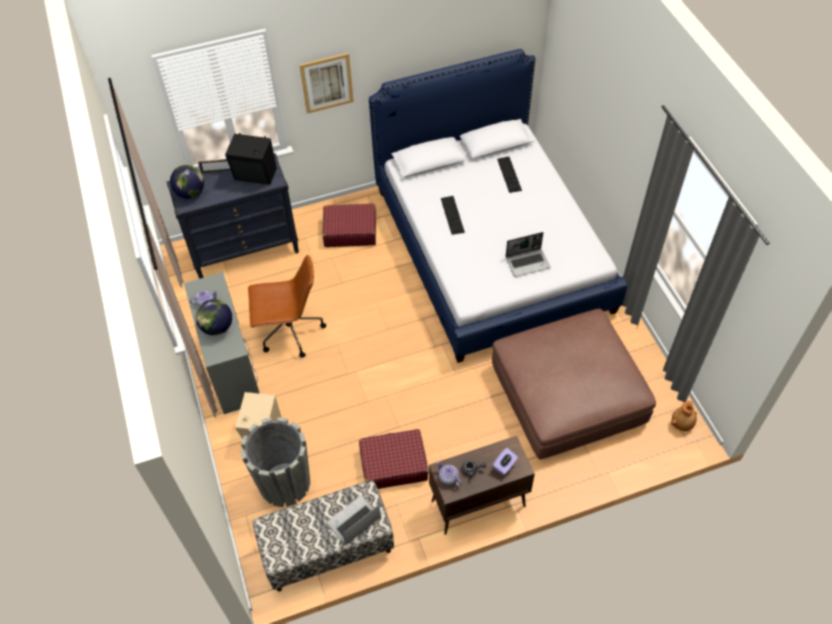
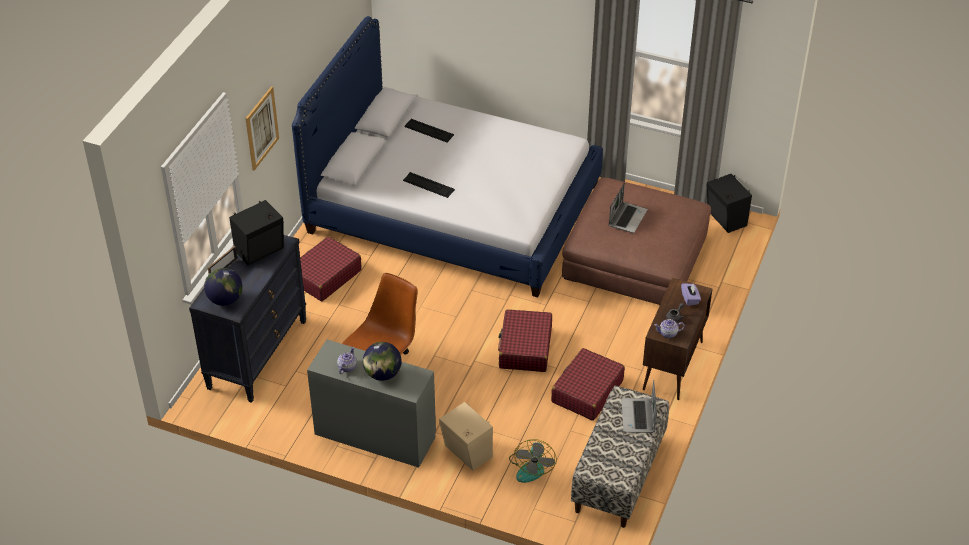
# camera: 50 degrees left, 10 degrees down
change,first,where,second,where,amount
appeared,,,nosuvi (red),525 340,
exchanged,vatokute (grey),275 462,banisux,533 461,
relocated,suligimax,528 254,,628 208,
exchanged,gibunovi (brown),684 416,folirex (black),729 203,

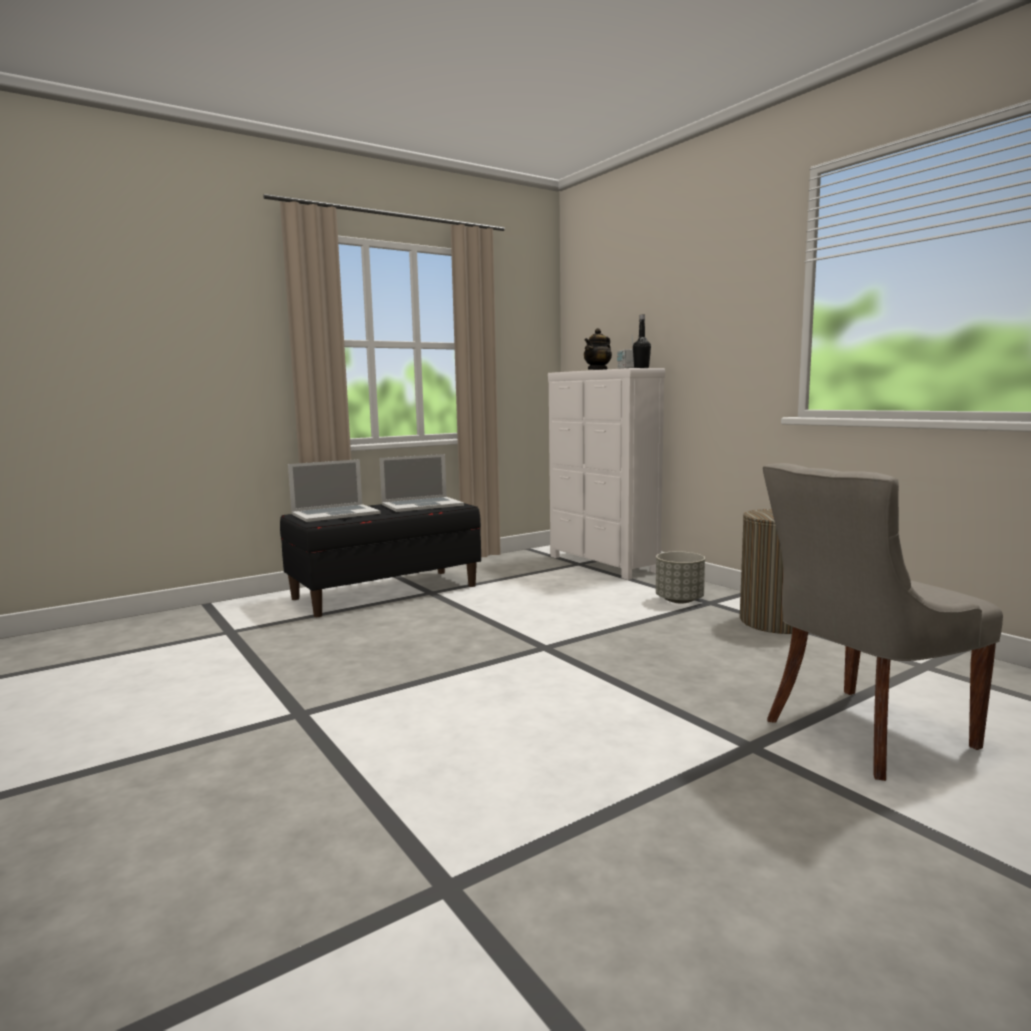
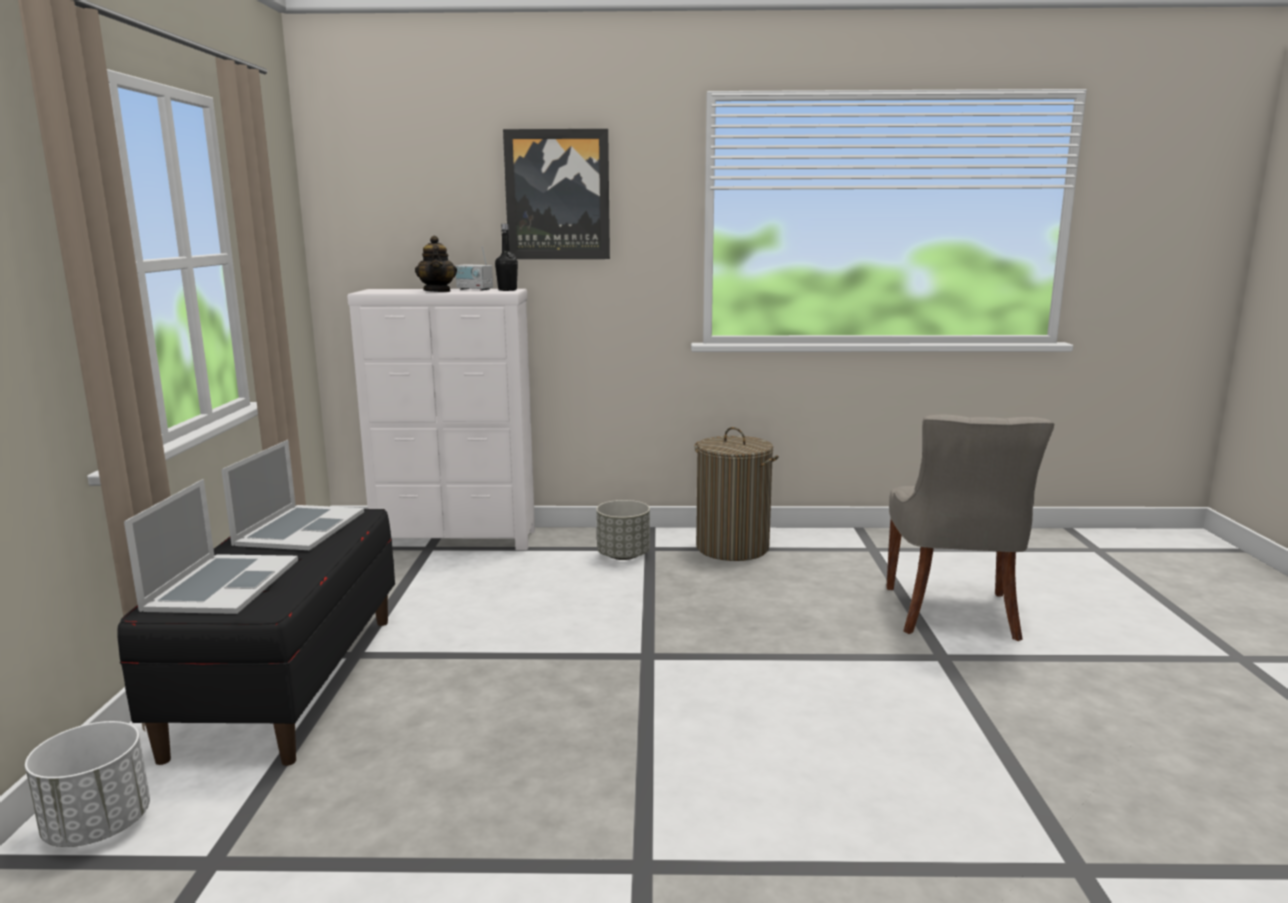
# camera: 55 degrees left, 5 degrees up
change,first,where,second,where,amount
appeared,,,vatokute (white),87 784,
appeared,,,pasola,556 194,

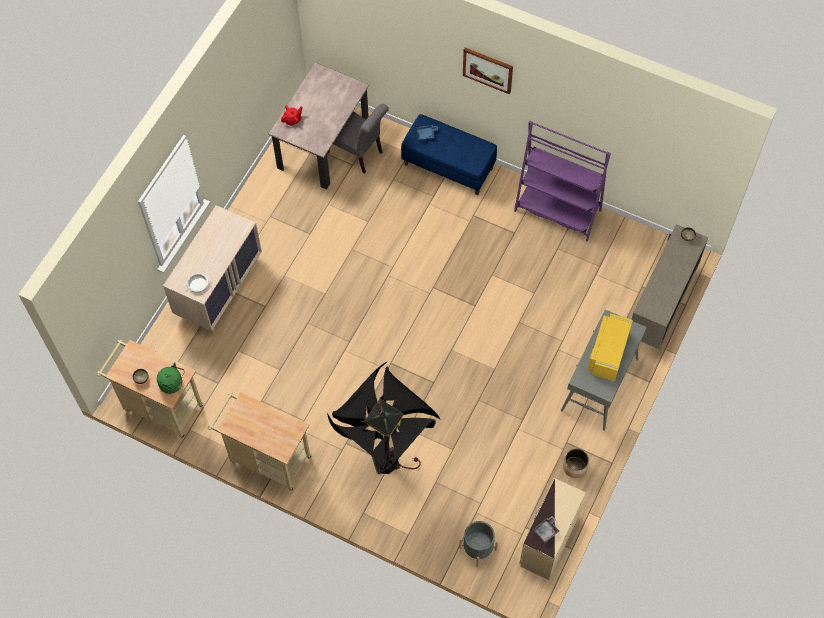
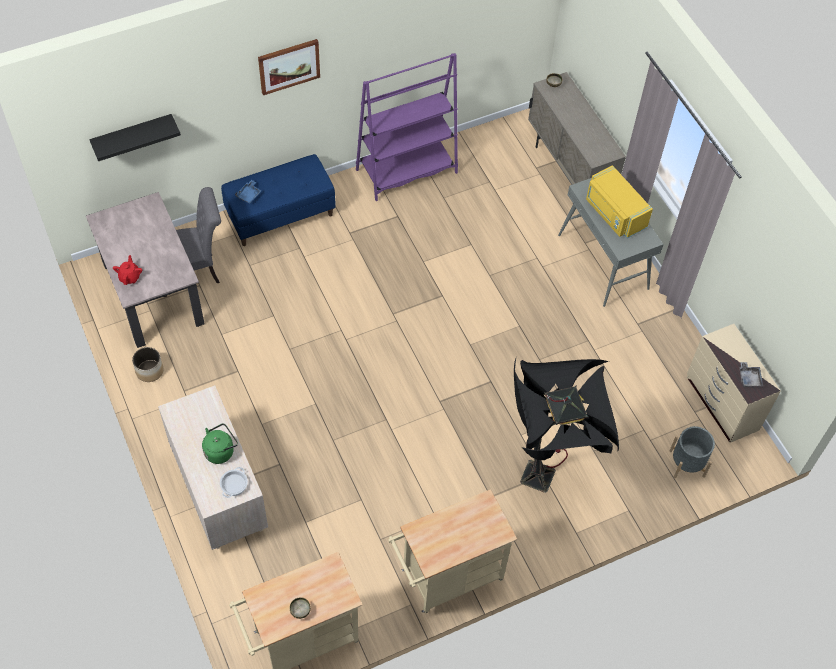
# camera: 55 degrees left, 5 degrees down
change,first,where,second,where,amount
appeared,,,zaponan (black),135 137,
relocated,vatokute,576 463,,147 364,
relocated,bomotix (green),171 378,,220 443,

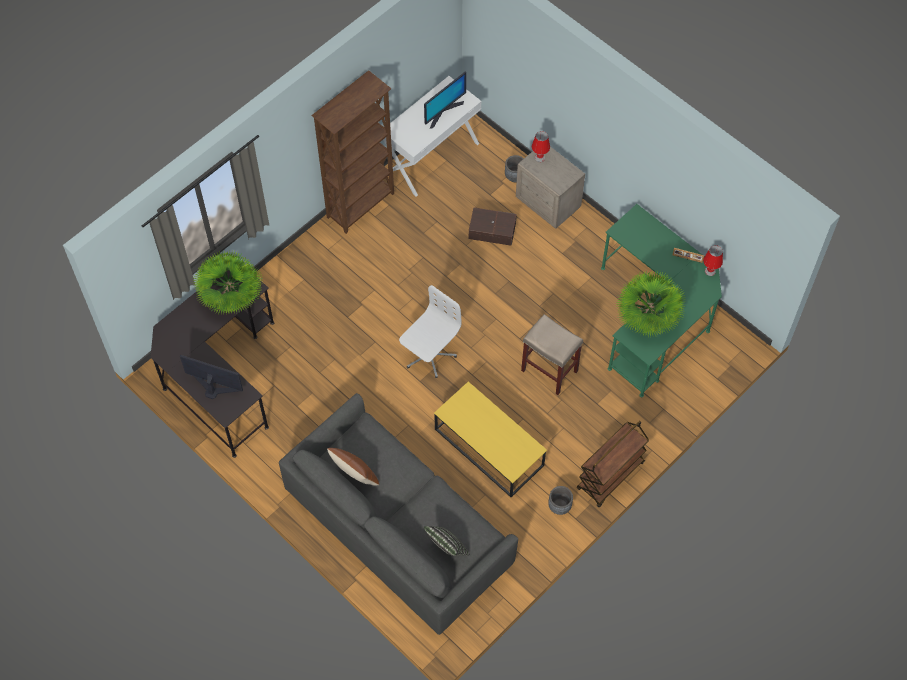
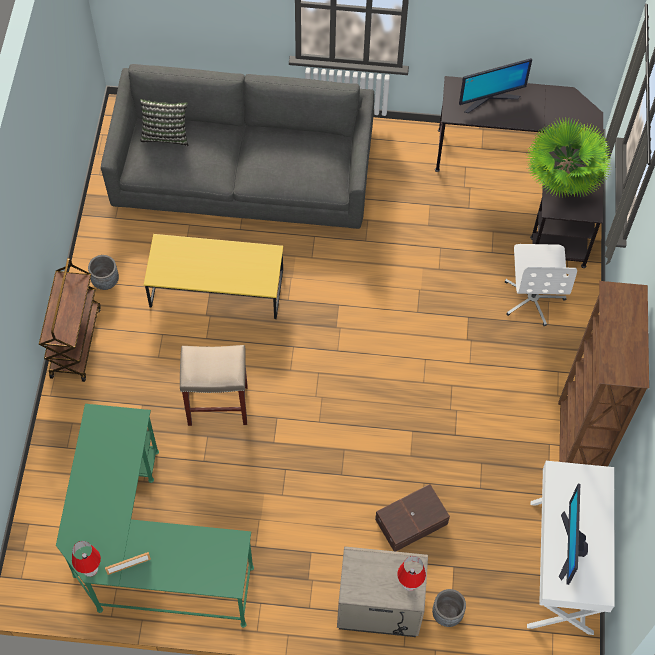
# camera: 140 degrees right, 0 degrees up
change,first,where,second,where,amount
relocated,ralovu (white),430 331,,541 285,
missing,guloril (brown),353 466,,,
missing,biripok,651 304,,,

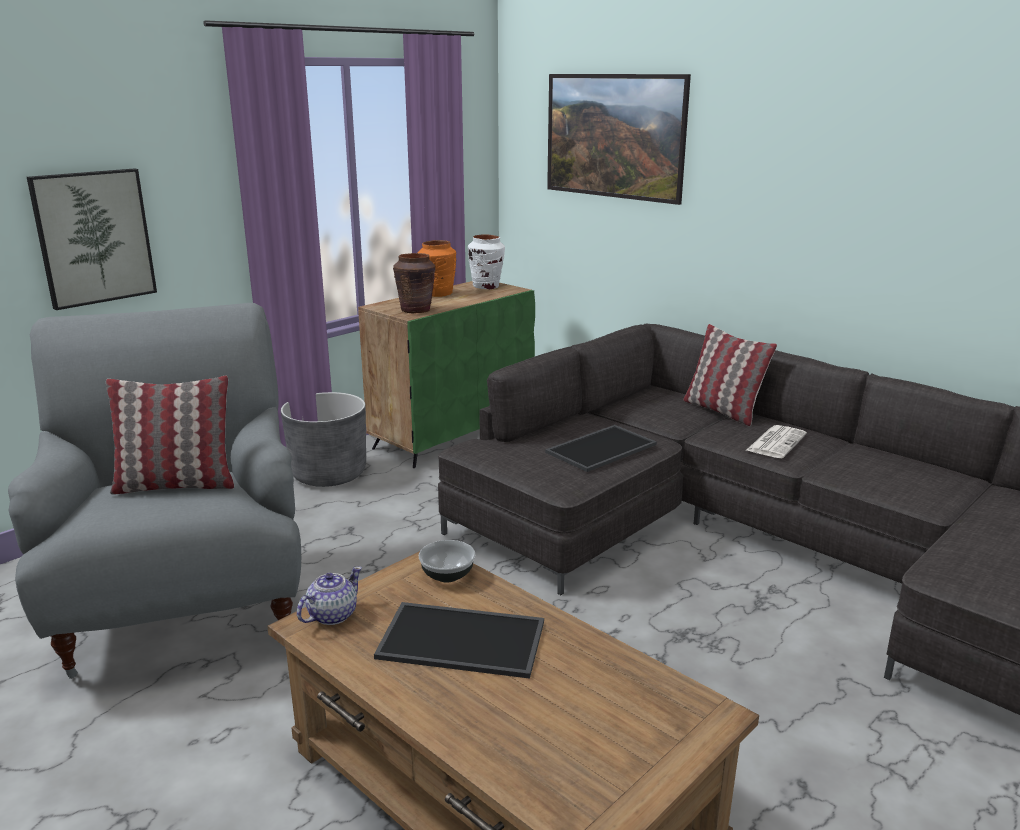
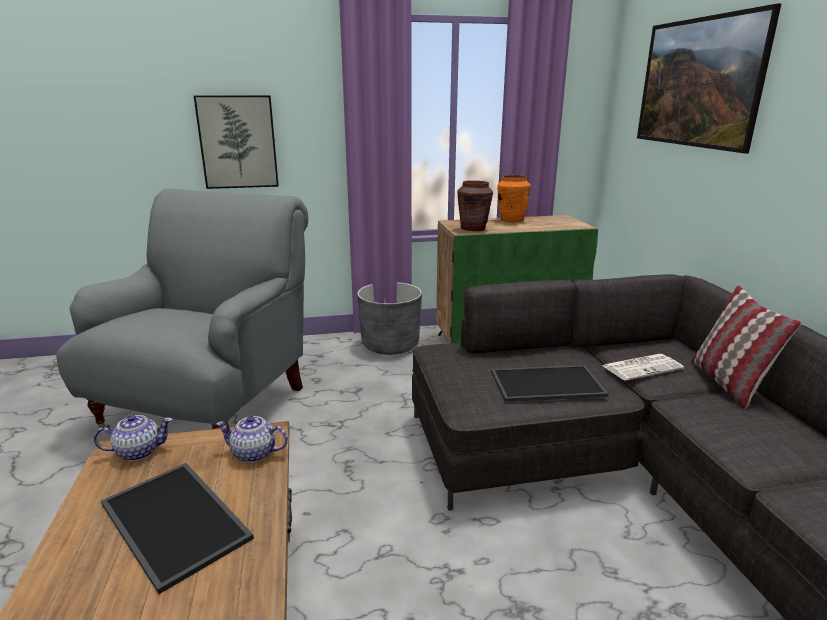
# camera: 35 degrees right, 0 degrees up
change,first,where,second,where,amount
exchanged,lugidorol,447 561,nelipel,252 439,
relocated,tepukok,777 441,,643 367,
missing,guloril,170 435,,,
missing,gibunovi (white),486 261,,,

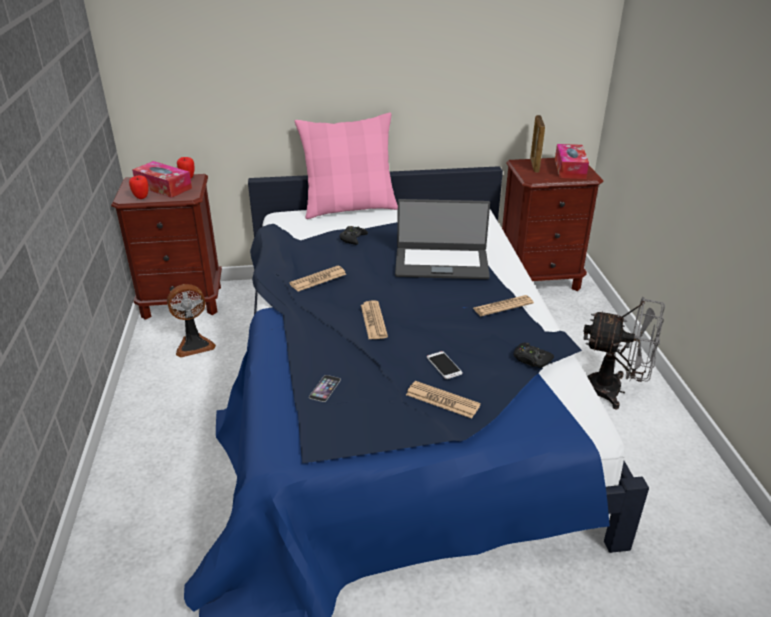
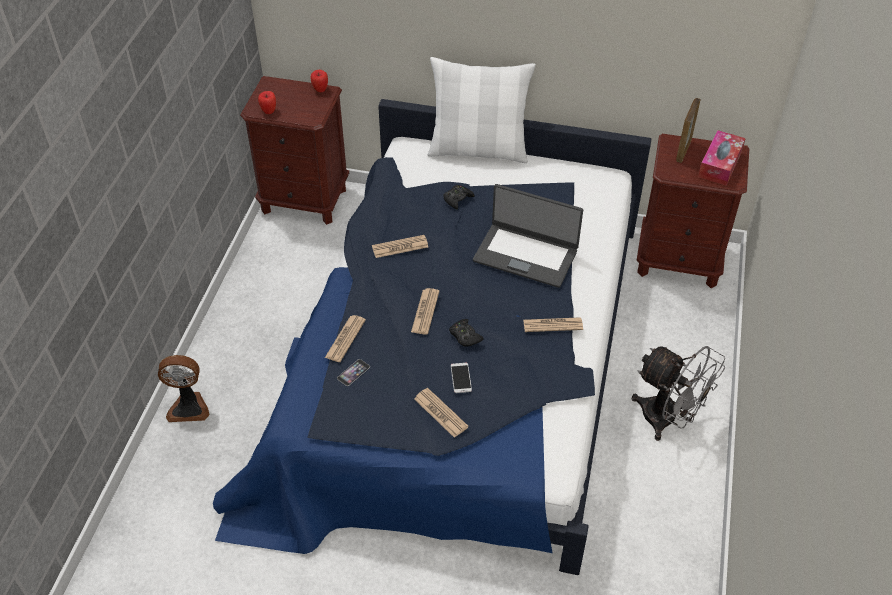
# camera: 20 degrees right, 15 degrees up
change,first,where,second,where,amount
relocated,banisux,191 321,,183 388,
appeared,,,tepukok,345 338,
colour,guloril (pink),346 166,guloril (white),482 110,
relocated,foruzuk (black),533 355,,466 333,
missing,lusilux,162 179,,,

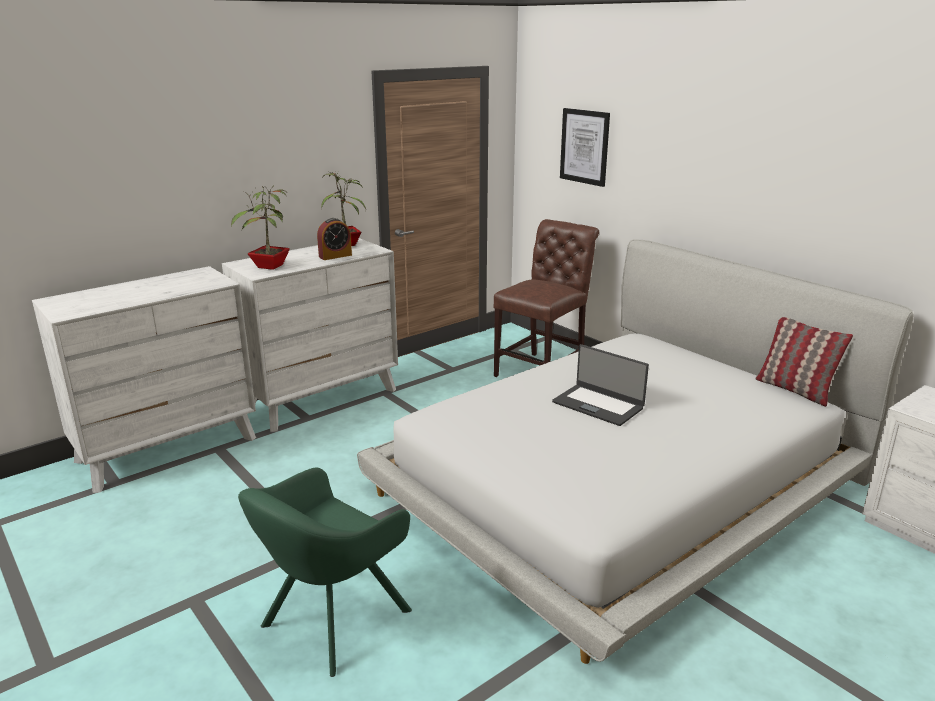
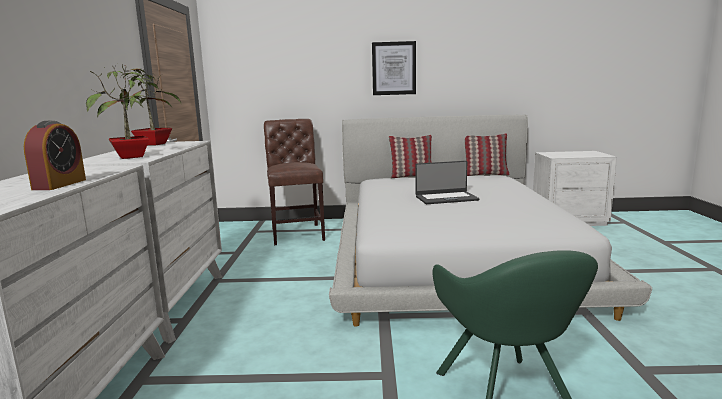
# camera: 50 degrees left, 10 degrees down
change,first,where,second,where,amount
relocated,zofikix,334 239,,55 155,
relocated,pasola,585 147,,394 68,
appeared,,,guloril,410 156,

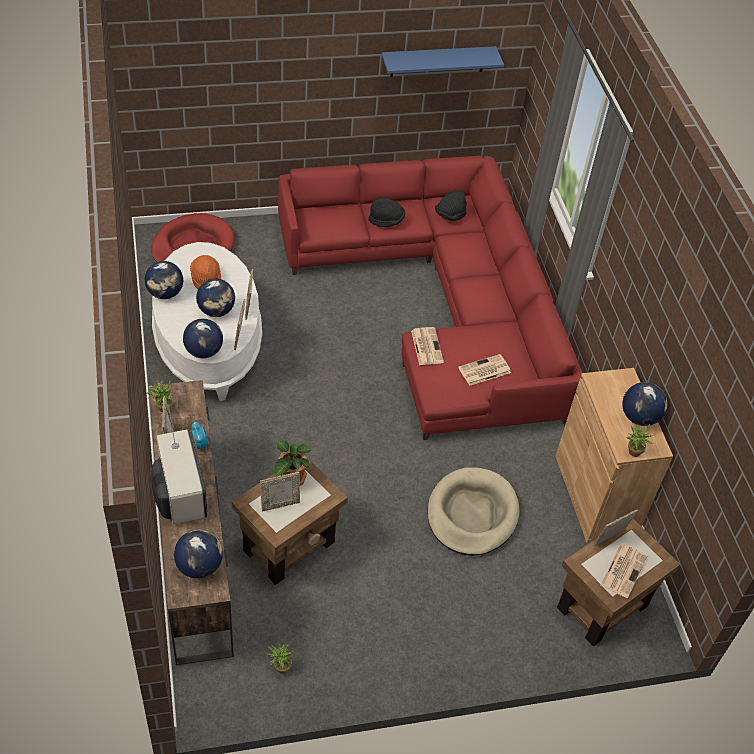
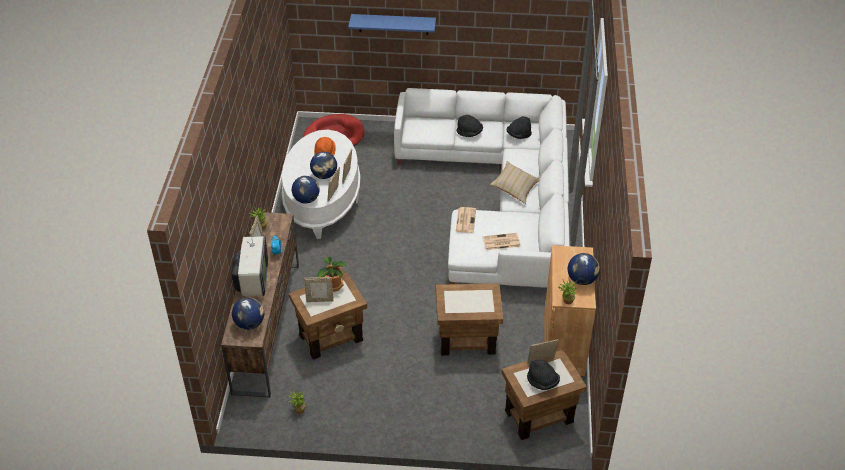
# camera: 20 degrees right, 5 degrees down
change,first,where,second,where,amount
relocated,zaponan (blue),443 61,,392 24,
colour,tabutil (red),430 298,tabutil (white),482 188,
exchanged,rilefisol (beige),473 511,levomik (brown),469 319,
appeared,,,guloril (beige),515 182,
exchanged,tepukok,624 571,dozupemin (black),543 375,
missing,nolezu,164 280,,,

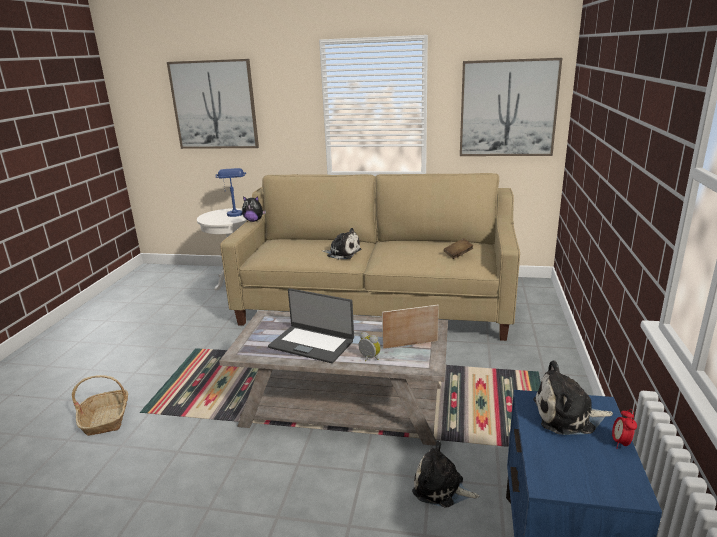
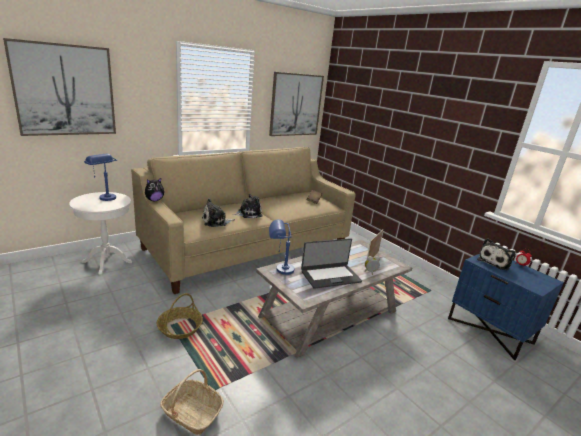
# camera: 50 degrees left, 0 degrees up
change,first,where,second,where,amount
appeared,,,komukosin,180 316,
relocated,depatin,446 474,,218 212,
appeared,,,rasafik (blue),281 247,

